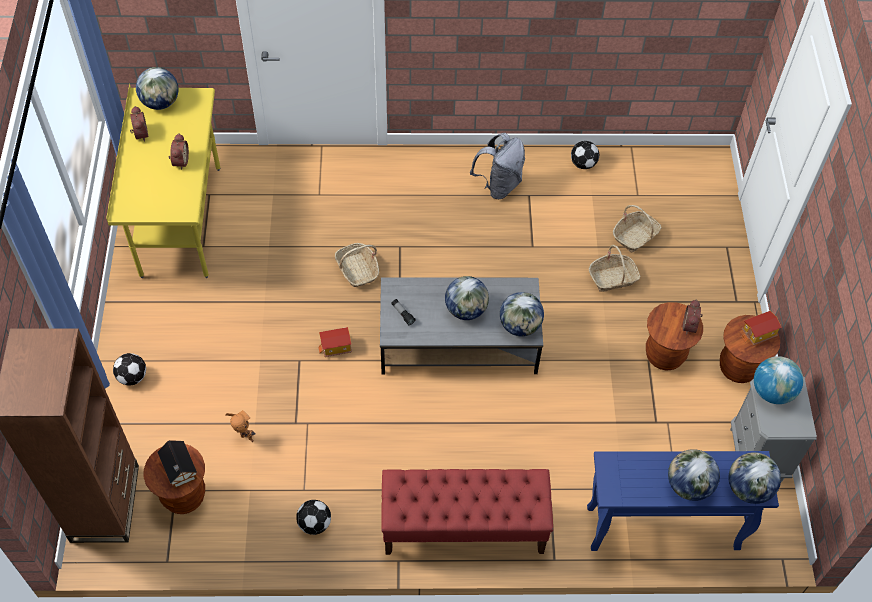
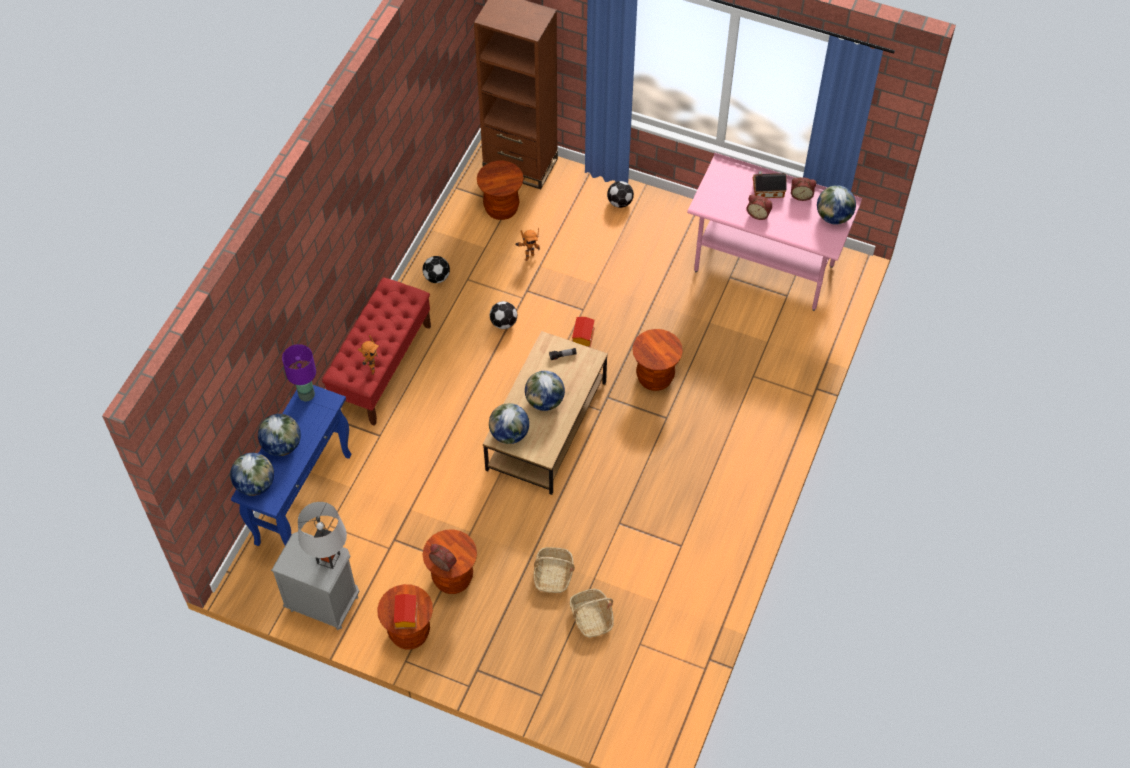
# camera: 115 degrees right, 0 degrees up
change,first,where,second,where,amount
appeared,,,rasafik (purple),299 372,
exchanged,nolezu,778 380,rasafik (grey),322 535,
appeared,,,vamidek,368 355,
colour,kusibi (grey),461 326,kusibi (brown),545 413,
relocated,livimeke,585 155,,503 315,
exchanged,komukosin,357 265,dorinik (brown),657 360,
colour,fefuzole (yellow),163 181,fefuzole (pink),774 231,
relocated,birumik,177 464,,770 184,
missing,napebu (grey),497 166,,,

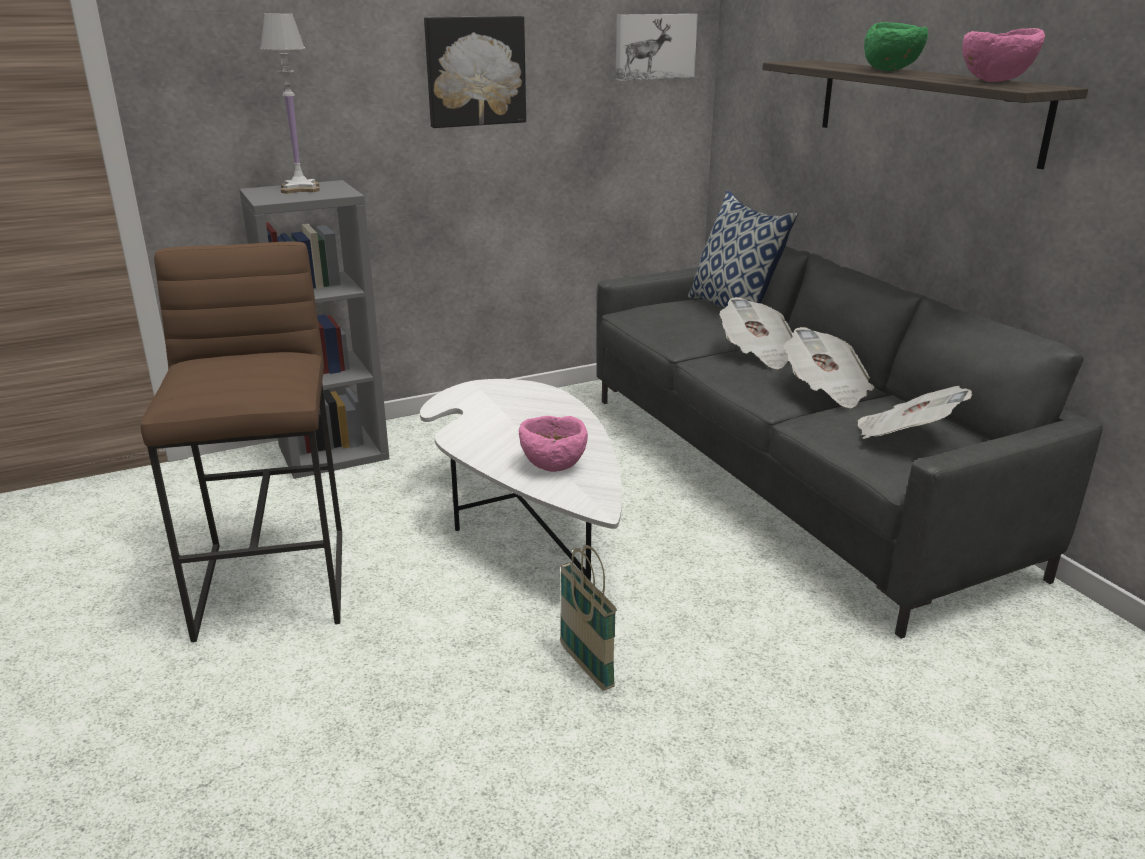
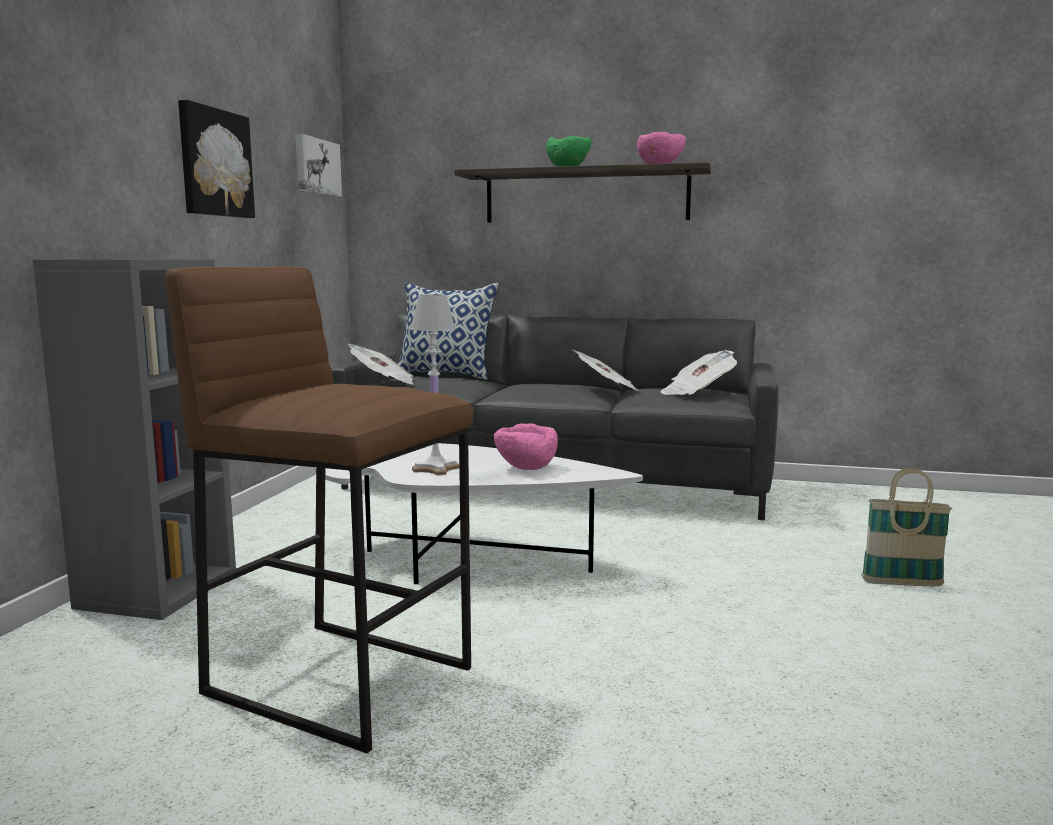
# camera: 50 degrees left, 15 degrees down
change,first,where,second,where,amount
relocated,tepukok,756 333,,381 364,
relocated,rasafik (white),290 103,,434 384,
relocated,komukosin,588 618,,906 527,

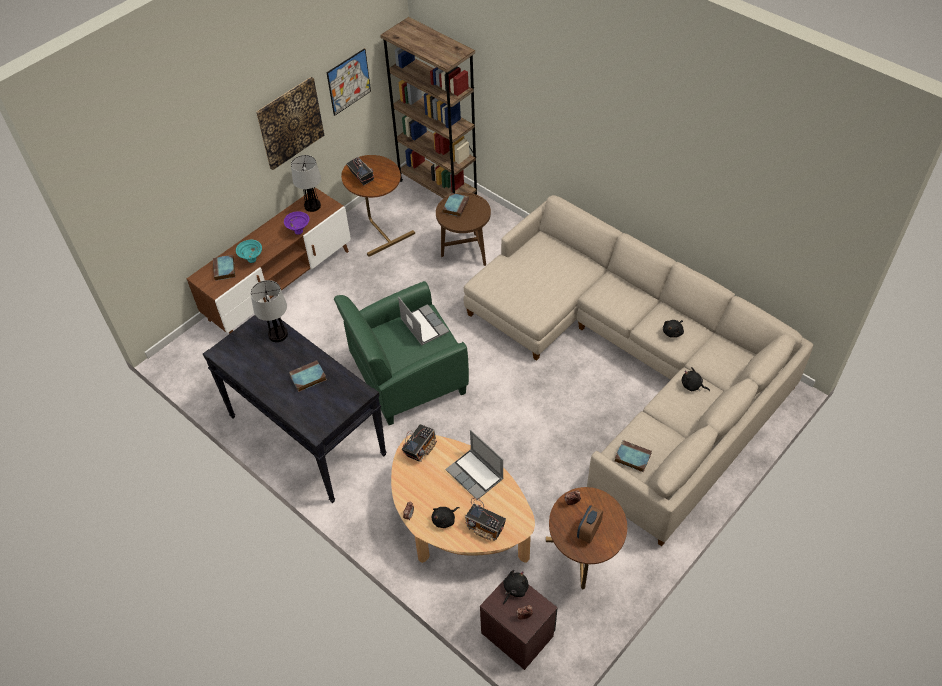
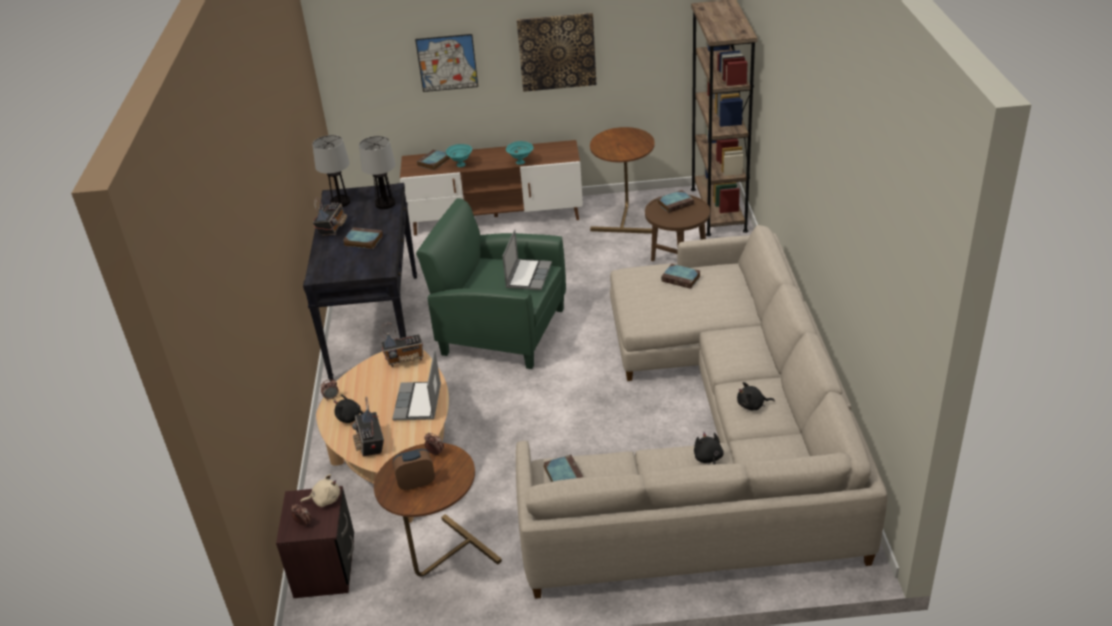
# camera: 45 degrees right, 15 degrees down
change,first,where,second,where,amount
colour,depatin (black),516 587,depatin (beige),320 490,
relocated,rasafik,306 183,,331 171,
relocated,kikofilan,360 171,,330 216,
relocated,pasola,348 82,,446 63,
colour,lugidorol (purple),297 223,lugidorol (turquoise),520 153,
appeared,,,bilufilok,680 276,

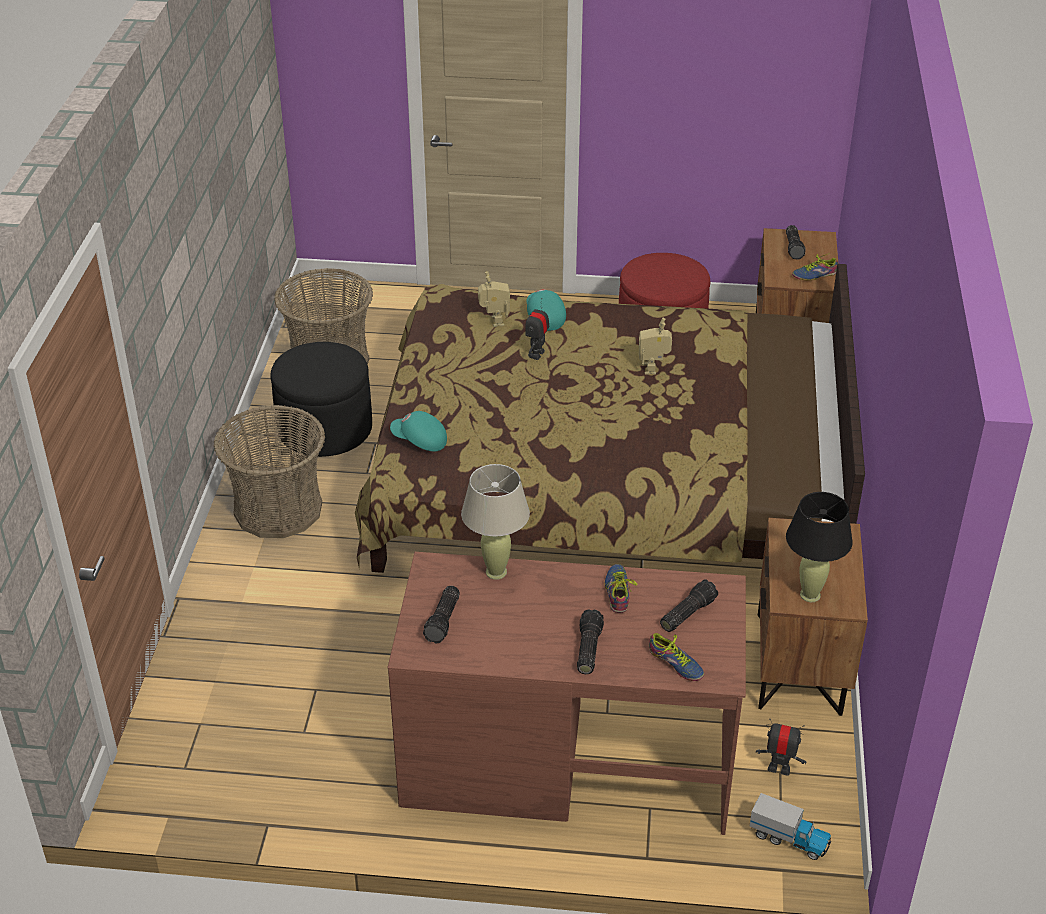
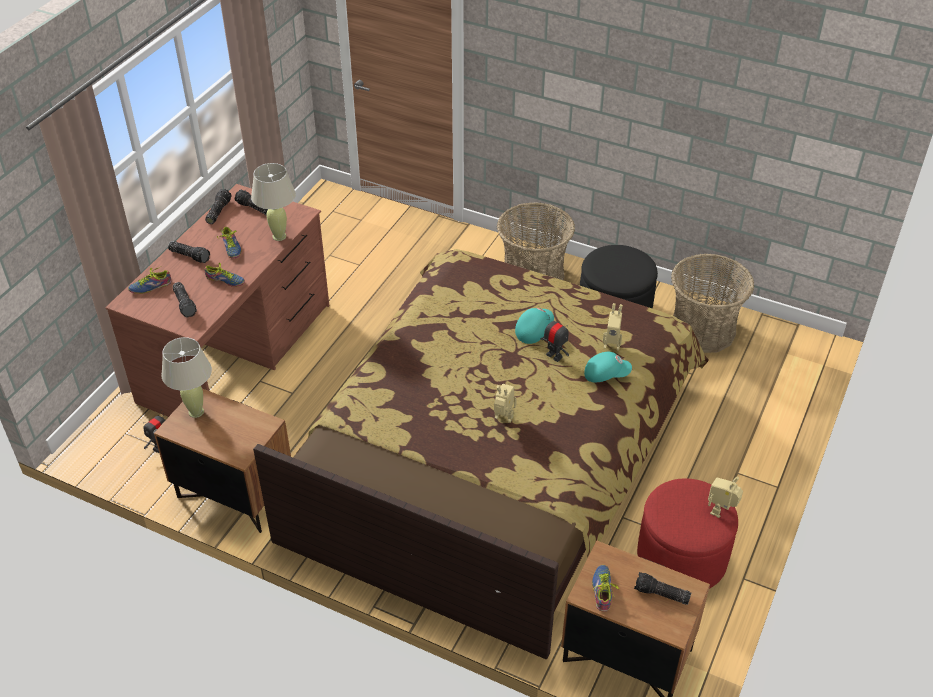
# camera: 110 degrees right, 5 degrees up
change,first,where,second,where,amount
colour,rasafik (black),819 547,rasafik (beige),186 377,
appeared,,,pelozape,218 206,
appeared,,,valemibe,229 243,
relocated,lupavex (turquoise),418 431,,534 326,
appeared,,,vamidek,725 497,
missing,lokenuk,790 826,,,

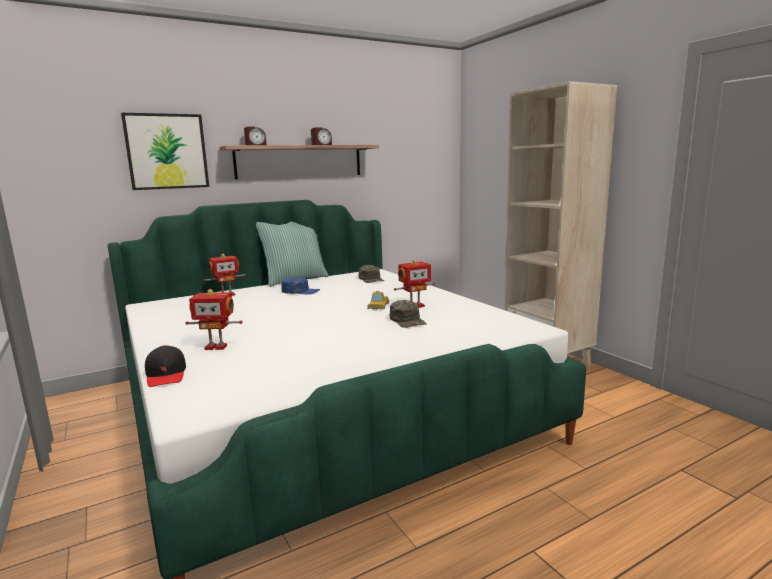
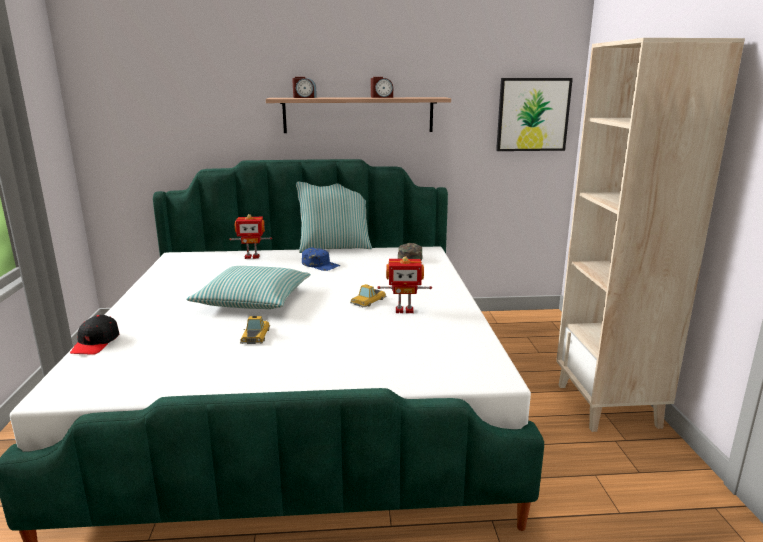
# camera: 25 degrees right, 5 degrees up
change,first,where,second,where,amount
appeared,,,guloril,248 287,
appeared,,,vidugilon,255 330,
relocated,pasola,165 151,,534 114,
missing,vamidek,214 319,,,
missing,lupavex (green),408 314,,,

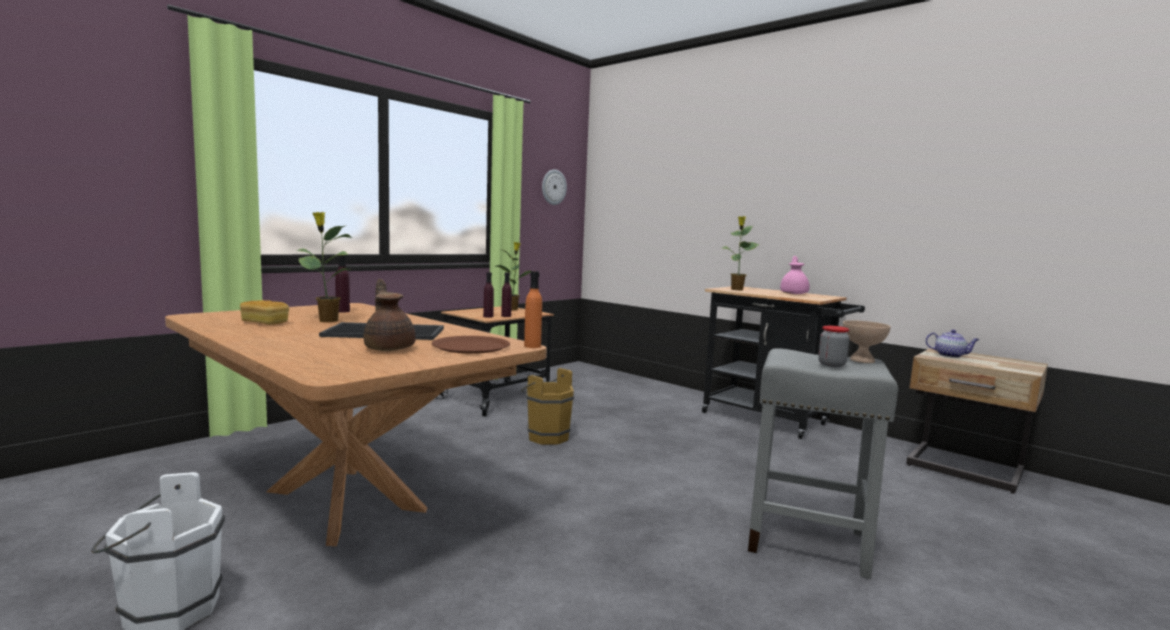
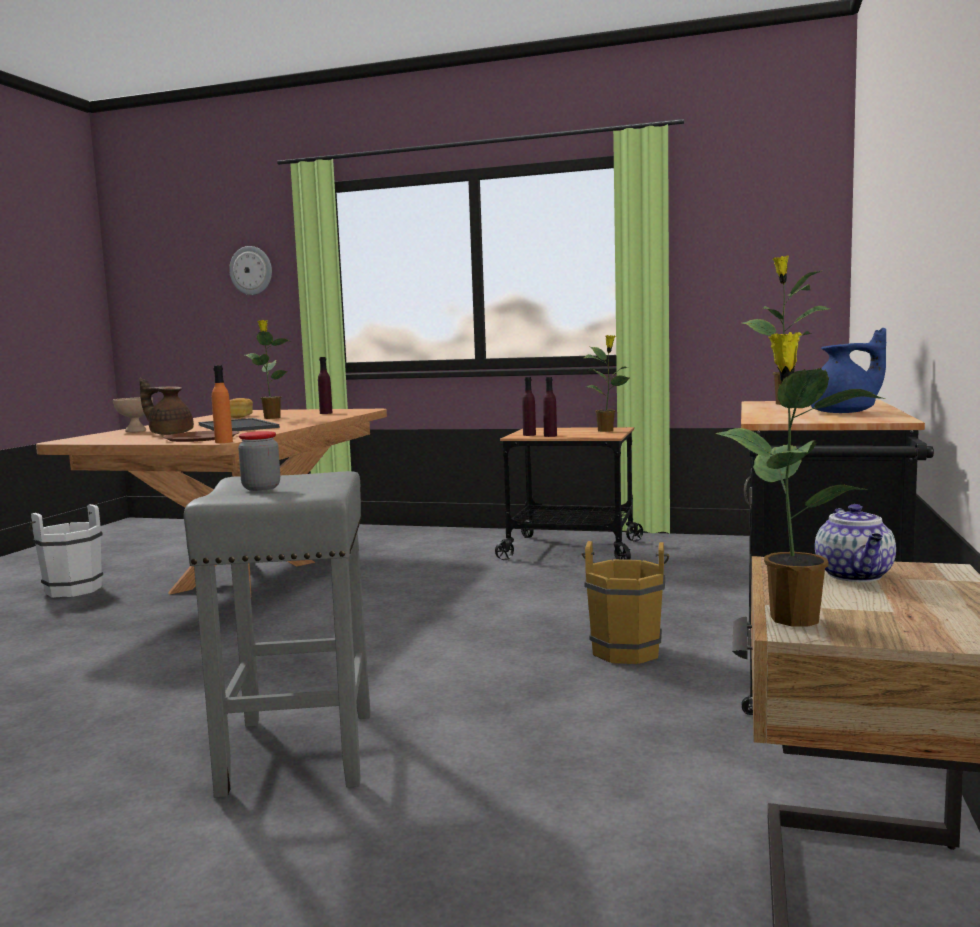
# camera: 65 degrees right, 0 degrees up
change,first,where,second,where,amount
relocated,lugidorol (beige),867 341,,133 414,
spun,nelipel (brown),389 315,,166 406,105 degrees counterclockwise
relocated,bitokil,554 187,,250 270,
relocated,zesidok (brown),547 406,,625 602,
appeared,,,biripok,800 479,
colour,nelipel (pink),794 275,nelipel (blue),848 370,

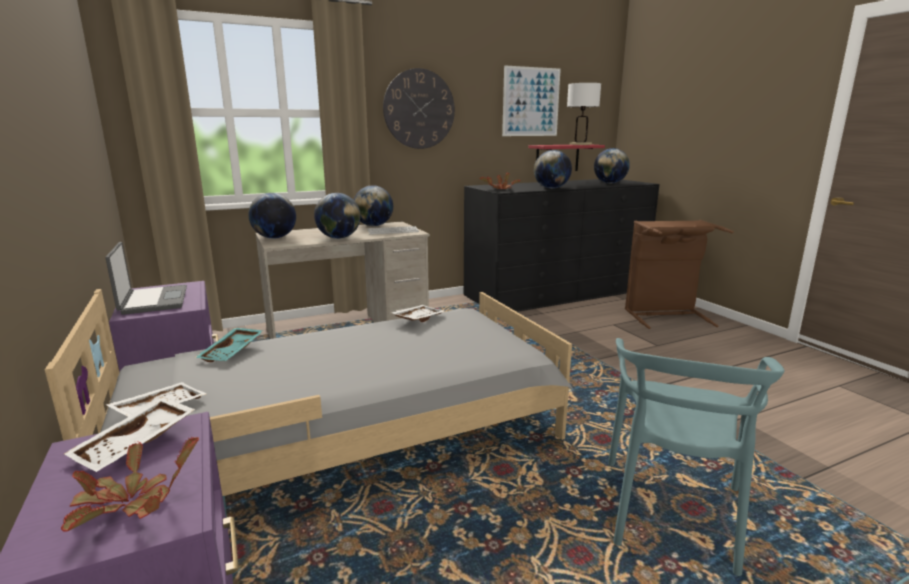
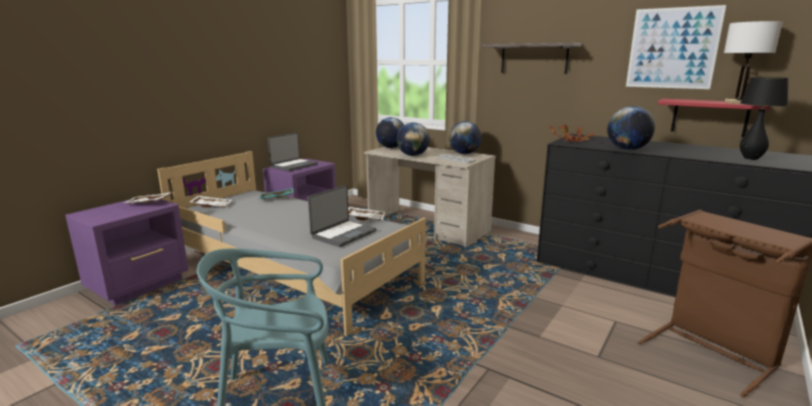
# camera: 60 degrees right, 0 degrees up
change,first,where,second,where,amount
appeared,,,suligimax,342 216,
exchanged,bitokil,419 108,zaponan,531 58,
exchanged,nolezu,612 165,rasafik (black),764 118,
missing,biripok,130 484,,,

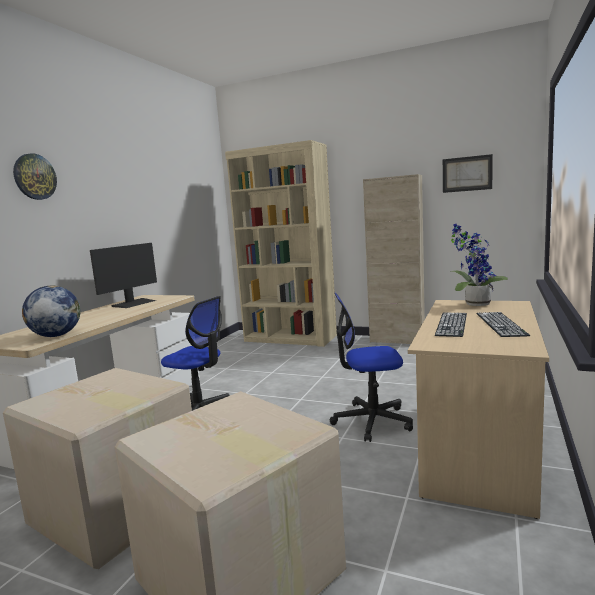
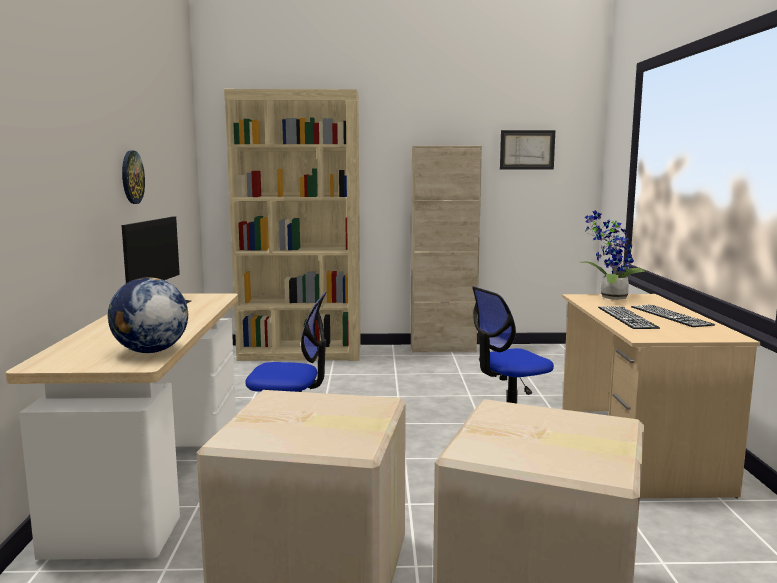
# camera: 25 degrees left, 0 degrees up
change,first,where,second,where,amount
relocated,bitokil,35 176,,133 177,

